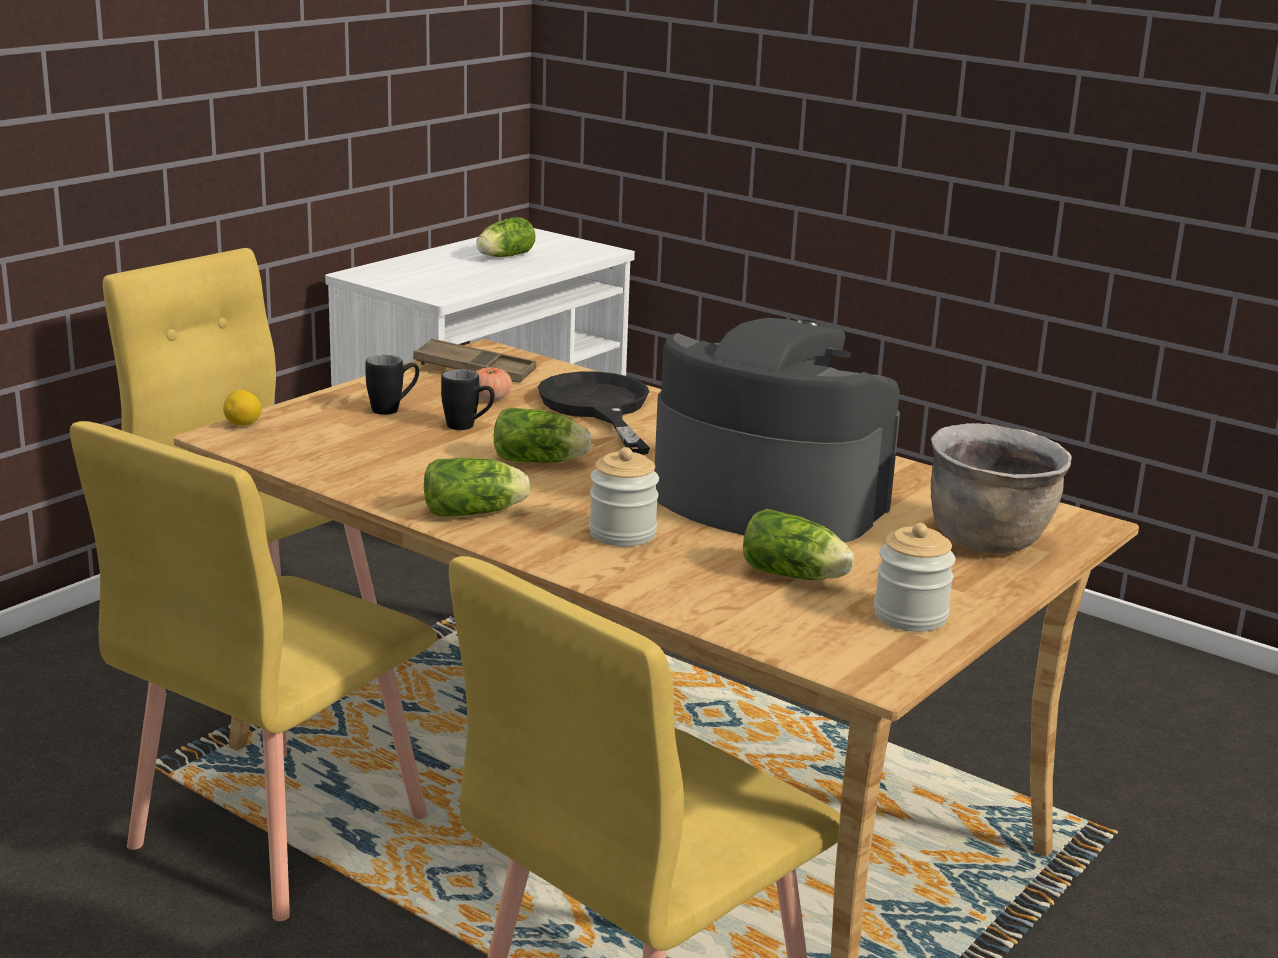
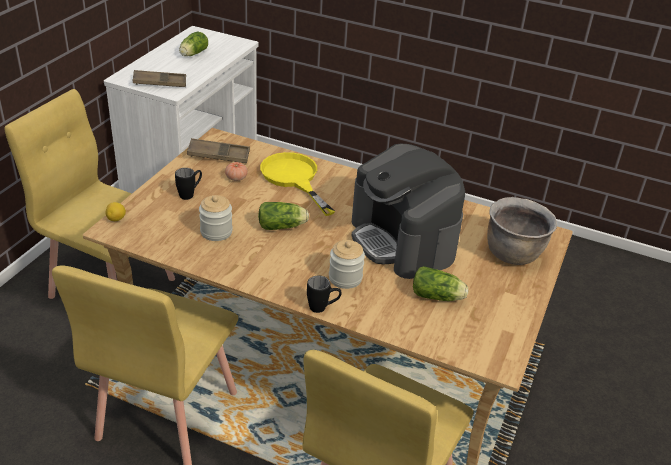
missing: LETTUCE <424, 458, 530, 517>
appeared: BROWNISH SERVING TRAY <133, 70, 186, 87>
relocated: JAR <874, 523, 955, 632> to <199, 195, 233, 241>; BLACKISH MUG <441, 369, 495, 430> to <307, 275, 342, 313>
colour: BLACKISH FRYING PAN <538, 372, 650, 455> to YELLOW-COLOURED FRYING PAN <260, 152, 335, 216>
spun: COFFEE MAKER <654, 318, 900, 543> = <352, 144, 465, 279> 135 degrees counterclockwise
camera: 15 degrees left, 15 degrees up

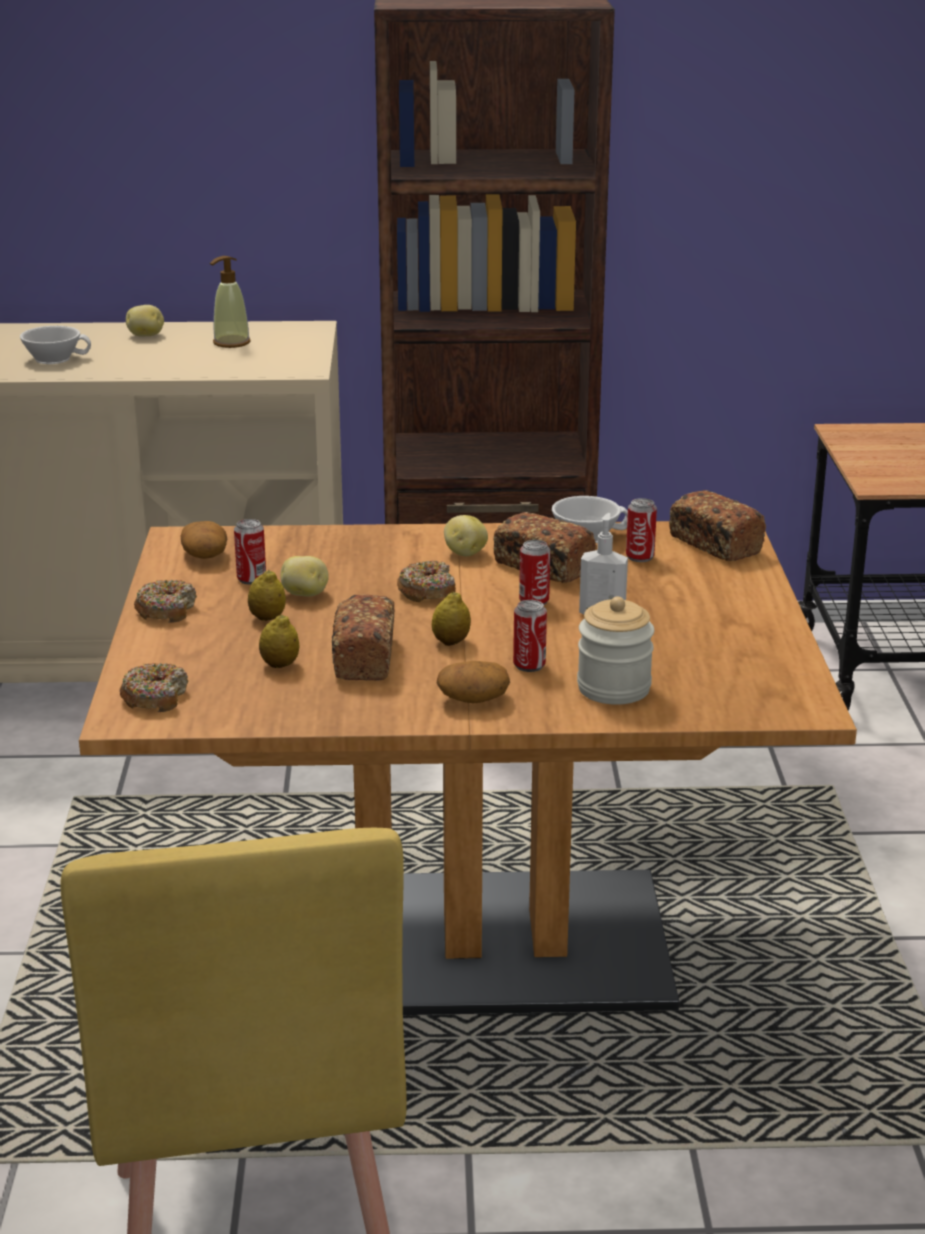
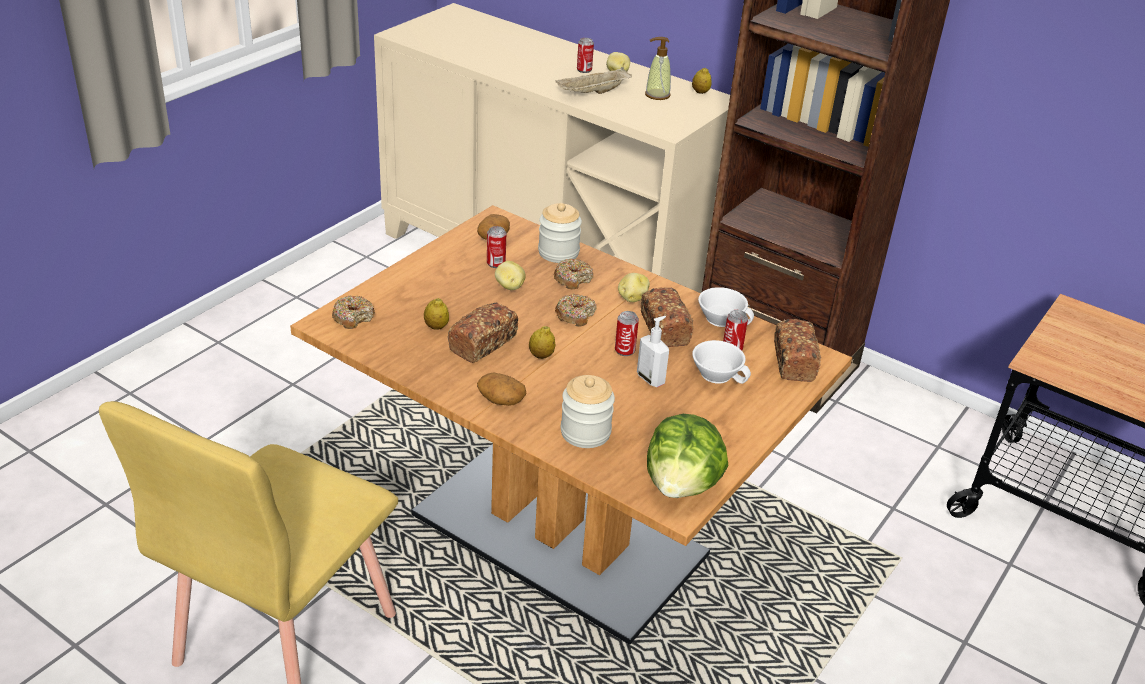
appeared: JAR <538, 203, 582, 263>; SAND-COLOURED SERVING TRAY <555, 67, 632, 94>; LETTUCE <647, 414, 728, 498>
relocated: DOUGHNUT <134, 580, 197, 623> to <554, 259, 593, 289>; CAN <513, 600, 547, 672> to <577, 38, 594, 73>; LEMON <248, 570, 286, 621> to <692, 67, 712, 94>; WHITE-COLOURED DRINKING CUP <20, 326, 91, 364> to <692, 340, 751, 384>
camera: 35 degrees right, 10 degrees up

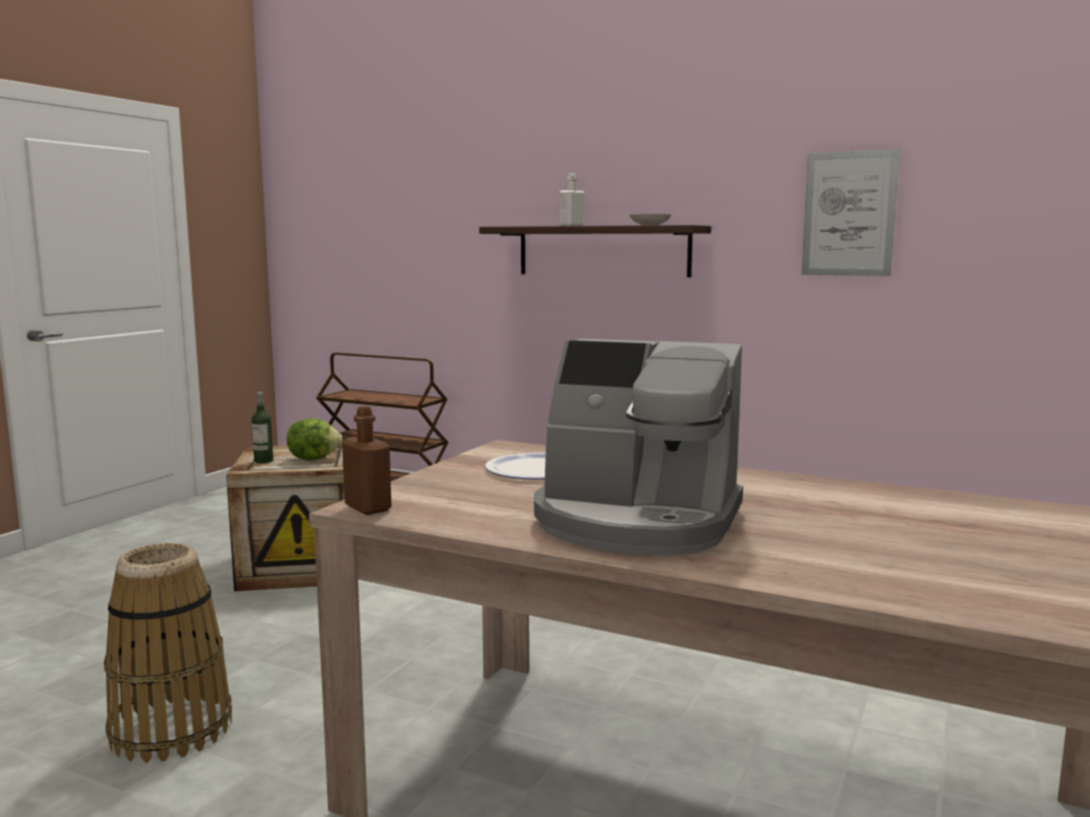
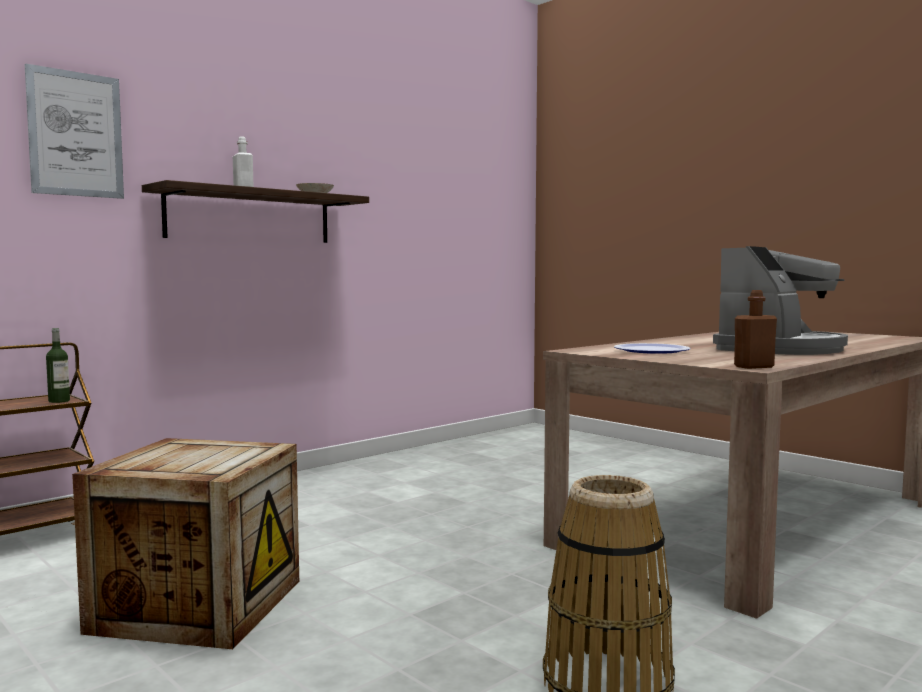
missing: LETTUCE <287, 418, 343, 460>
relocated: PICTURE <802, 149, 900, 276> to <25, 63, 124, 199>; BEVERAGE BOTTLE <252, 392, 273, 464> to <46, 328, 70, 403>
camera: 70 degrees left, 5 degrees down

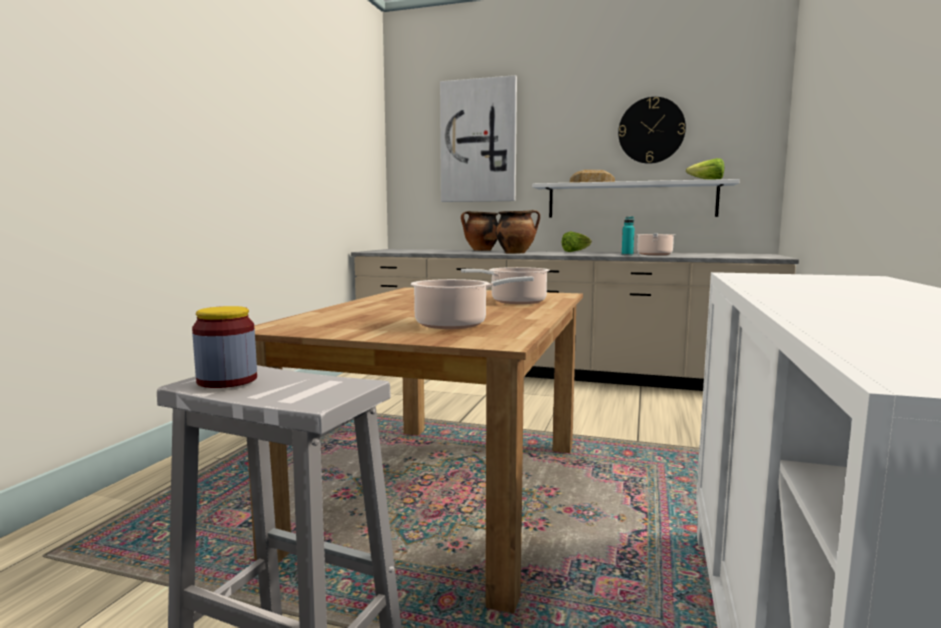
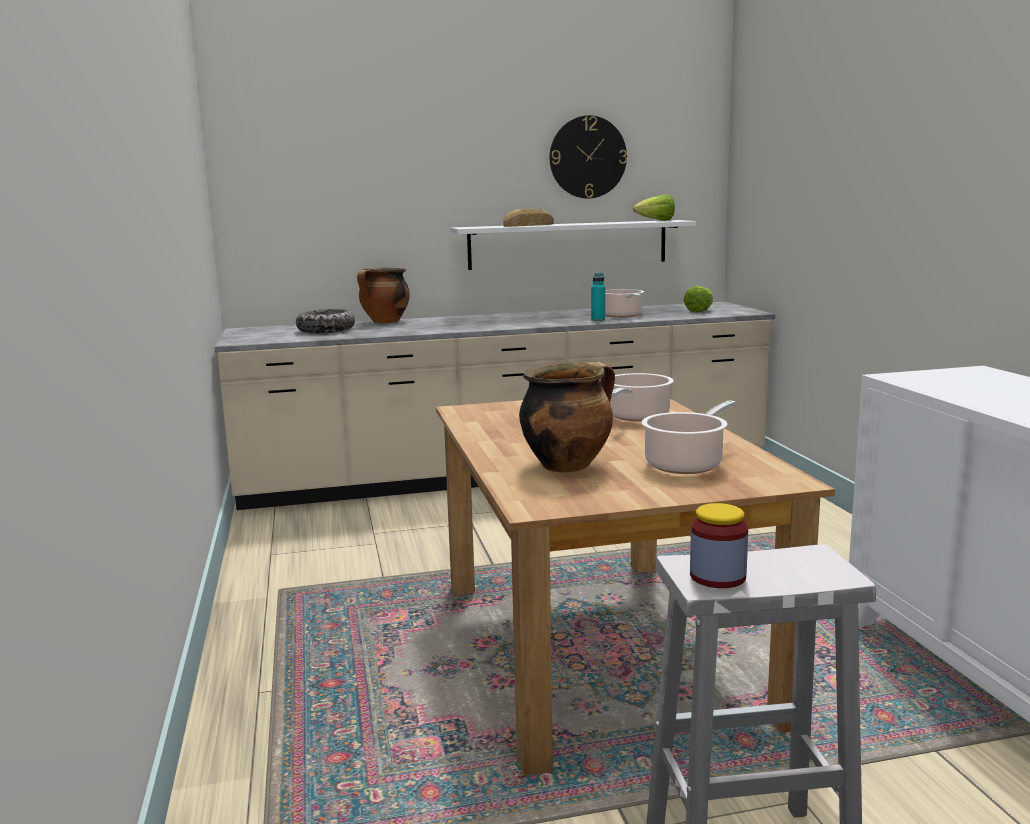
missing: PICTURE <440, 75, 517, 202>
appeared: SERVING BOWL <296, 309, 355, 333>
relocated: SAUCEPOT <496, 210, 540, 254> to <519, 362, 615, 472>; LETTUCE <561, 231, 592, 252> to <683, 286, 713, 312>
camera: 30 degrees left, 5 degrees up

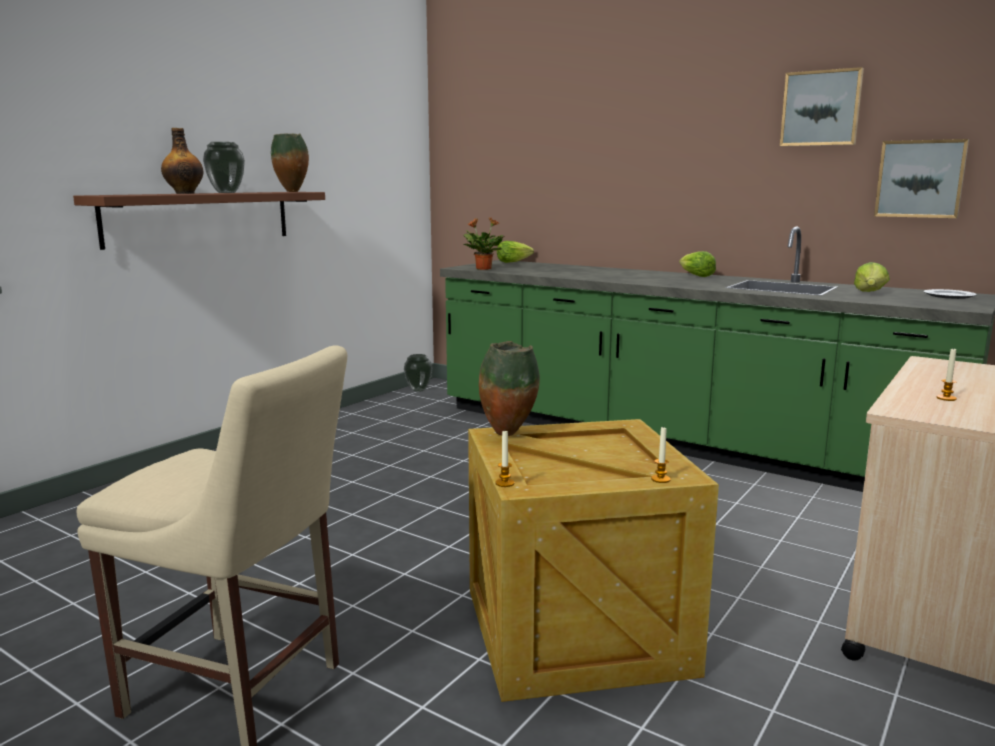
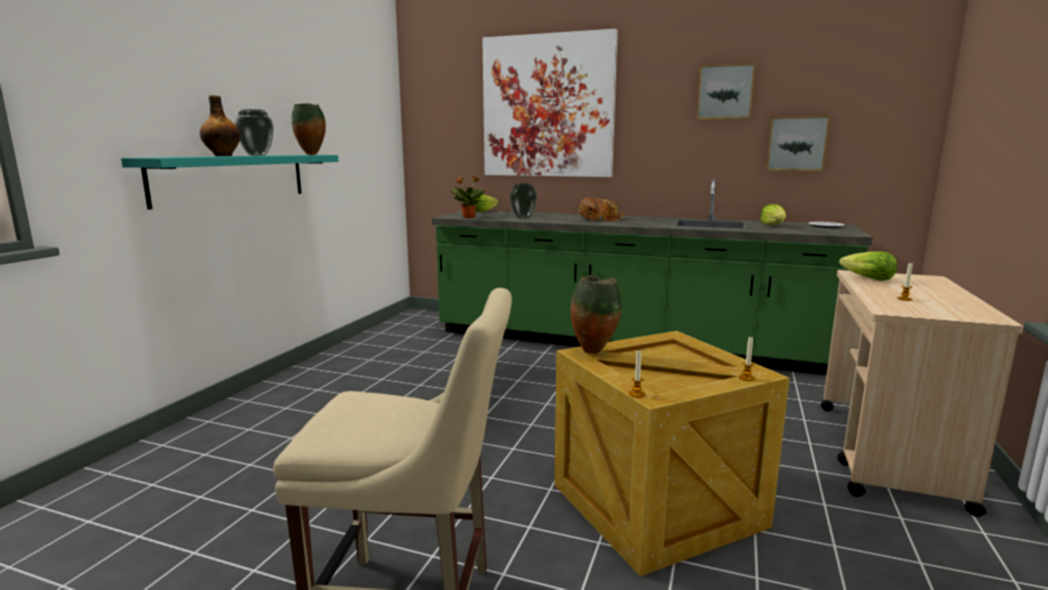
appeared: PICTURE <482, 29, 618, 177>; BREAD <579, 197, 624, 221>
relocated: VASE <404, 354, 432, 392> to <510, 183, 537, 219>; LETTUCE <679, 251, 716, 277> to <839, 251, 897, 281>
colour: BROWNISH BRACKET SHELF <73, 192, 325, 250> to BLUE-GREEN BRACKET SHELF <121, 155, 338, 210>
camera: 15 degrees left, 0 degrees up

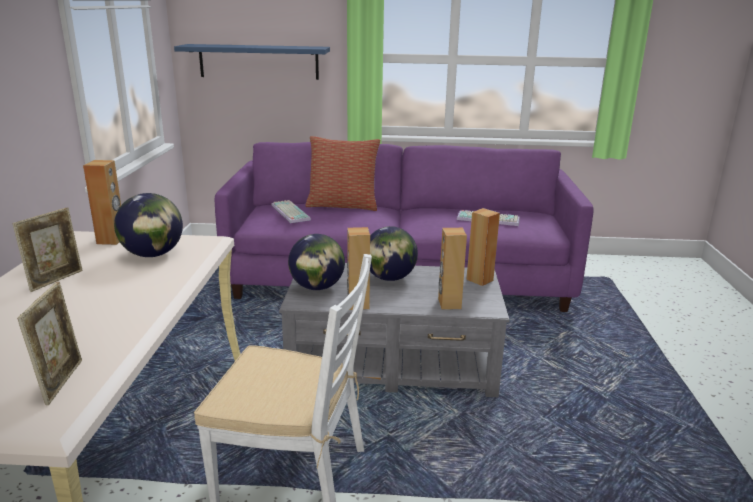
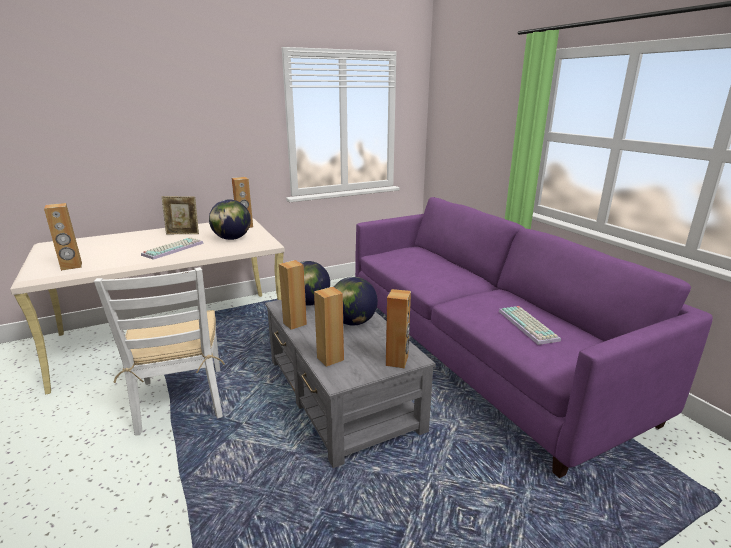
missing: BLUISH BRACKET SHELF <174, 44, 330, 80>; CUSHION <305, 136, 380, 211>
relocated: COMPUTER KEYBOARD <271, 200, 311, 223> to <141, 237, 204, 260>
exchanged: PHOTO FRAME <17, 282, 82, 405> to BROWNISH AUDIO SPEAKER <44, 203, 82, 271>
camera: 60 degrees right, 0 degrees up

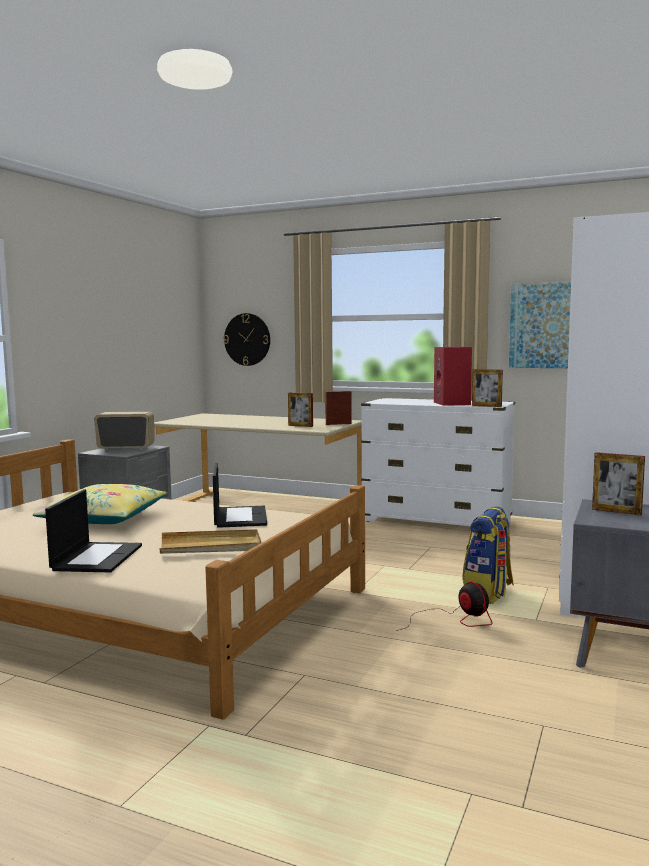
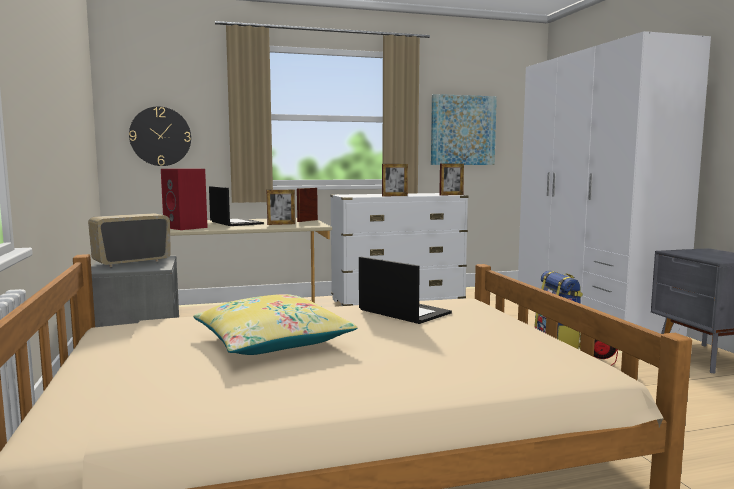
missing: SAND-COLOURED SERVING TRAY <159, 529, 261, 554>
relocated: RED-COLOURED AUDIO SPEAKER <434, 347, 472, 406> to <161, 168, 208, 230>; LAPTOP <45, 489, 142, 573> to <209, 186, 264, 226>; PHOTO FRAME <592, 452, 645, 515> to <382, 164, 408, 196>
camera: 40 degrees left, 0 degrees up

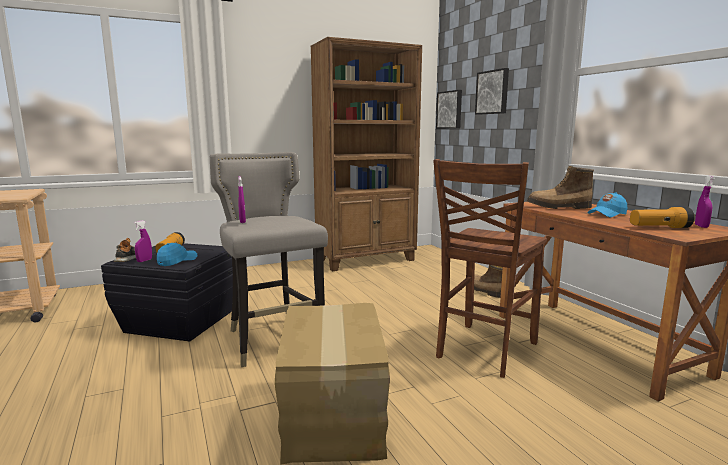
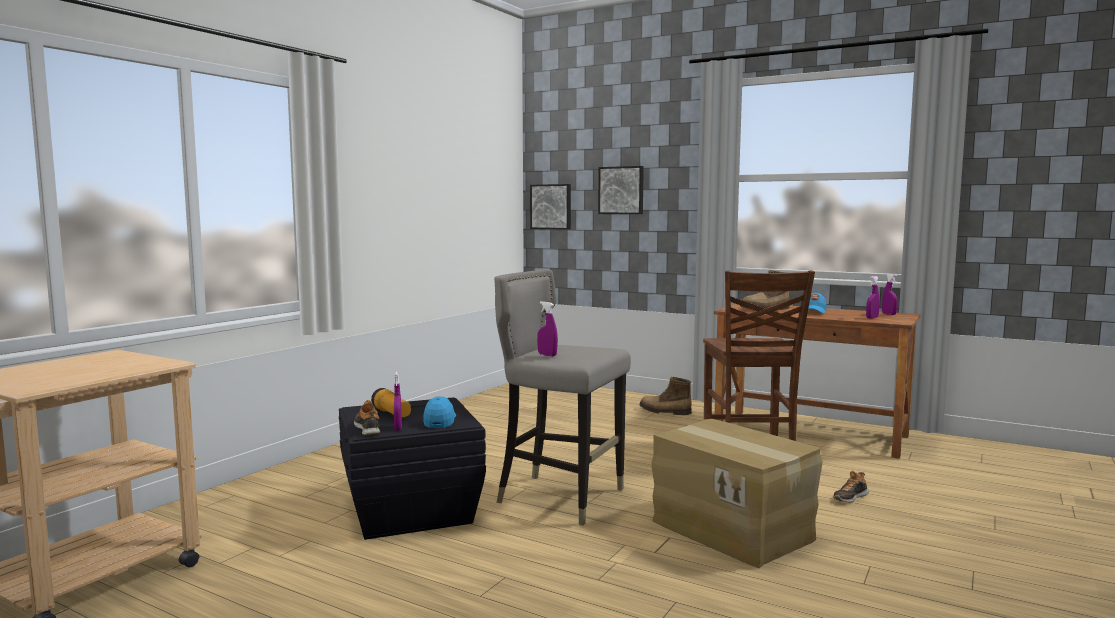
missing: BROWNISH SHELVING UNIT <310, 37, 422, 271>
appeared: SHOE <833, 471, 869, 502>
exchanged: TORCH <630, 207, 695, 228> to PURPLE SPRAY BOTTLE <866, 276, 880, 319>
camera: 35 degrees left, 5 degrees down

